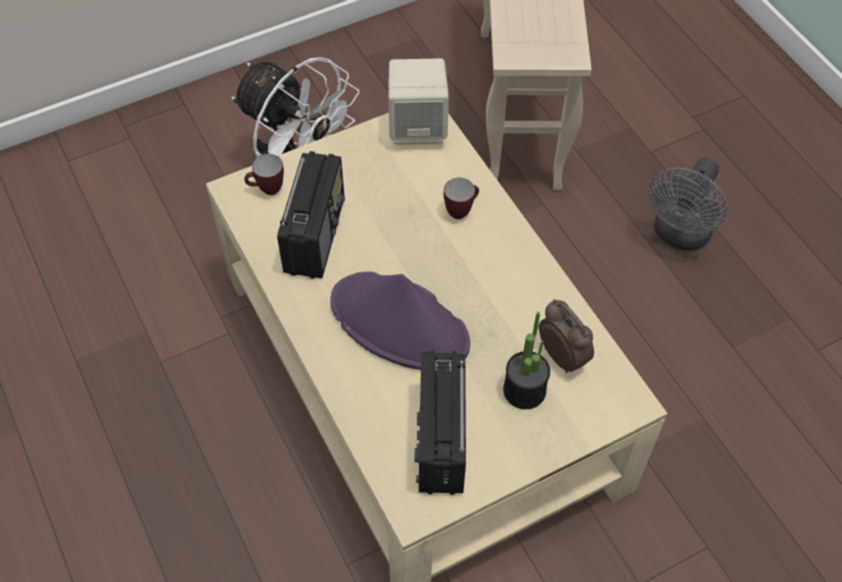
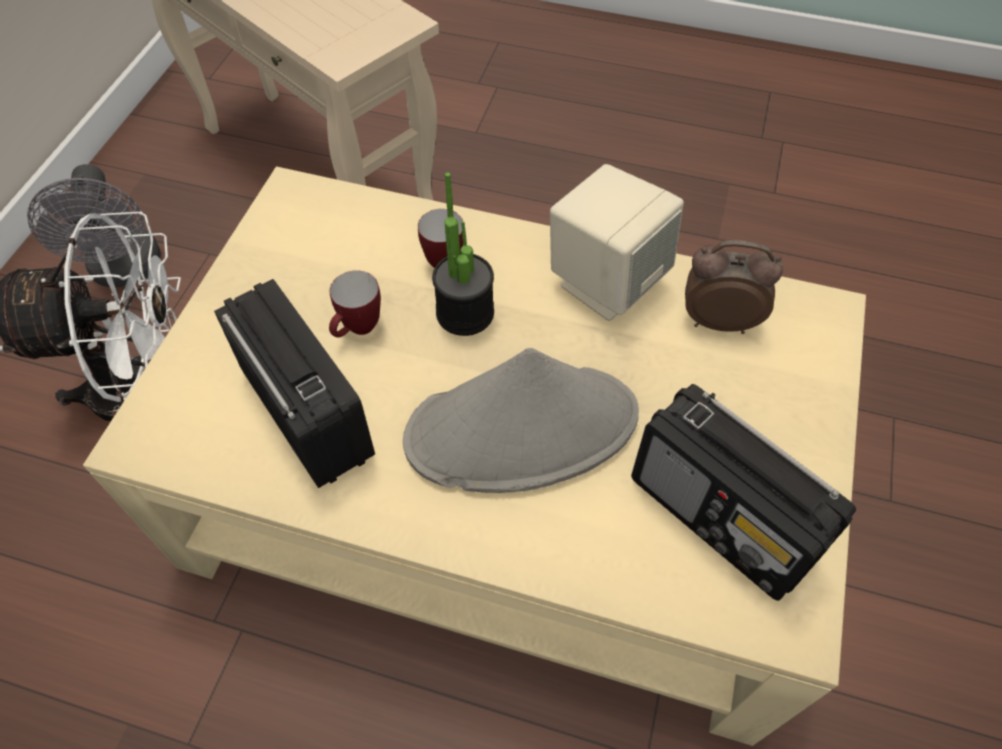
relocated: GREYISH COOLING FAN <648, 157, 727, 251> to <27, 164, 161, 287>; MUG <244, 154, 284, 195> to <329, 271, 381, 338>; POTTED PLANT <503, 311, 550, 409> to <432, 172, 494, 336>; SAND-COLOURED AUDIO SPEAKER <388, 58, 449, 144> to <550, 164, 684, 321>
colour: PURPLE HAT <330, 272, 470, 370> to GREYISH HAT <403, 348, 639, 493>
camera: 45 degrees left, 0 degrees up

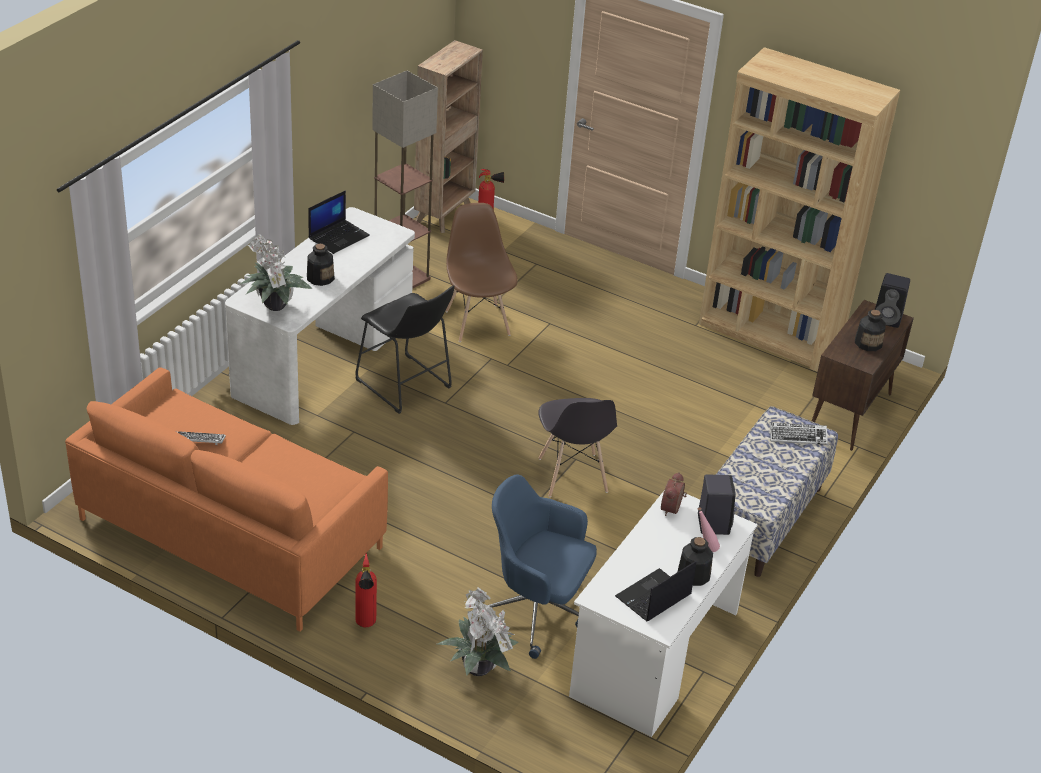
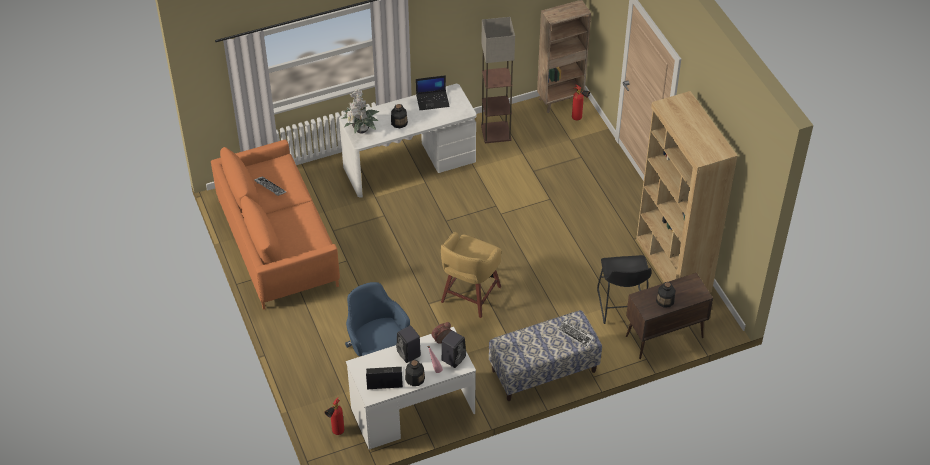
missing: POTTED PLANT <437, 587, 519, 676>; BROWNISH PLAIN CHAIR <446, 203, 518, 342>
relocated: FIRE EXTINGUISHER <355, 553, 377, 627> to <324, 397, 344, 435>; BLACKISH AUDIO SPEAKER <875, 273, 910, 328> to <396, 326, 421, 363>; BLACKISH STOOL SEAT <355, 285, 455, 414> to <597, 255, 652, 324>
exchanged: GREYISH PLAIN CHAIR <538, 398, 617, 497> to YELLOW-COLOURED STOOL SEAT <441, 232, 502, 318>
camera: 40 degrees right, 10 degrees up

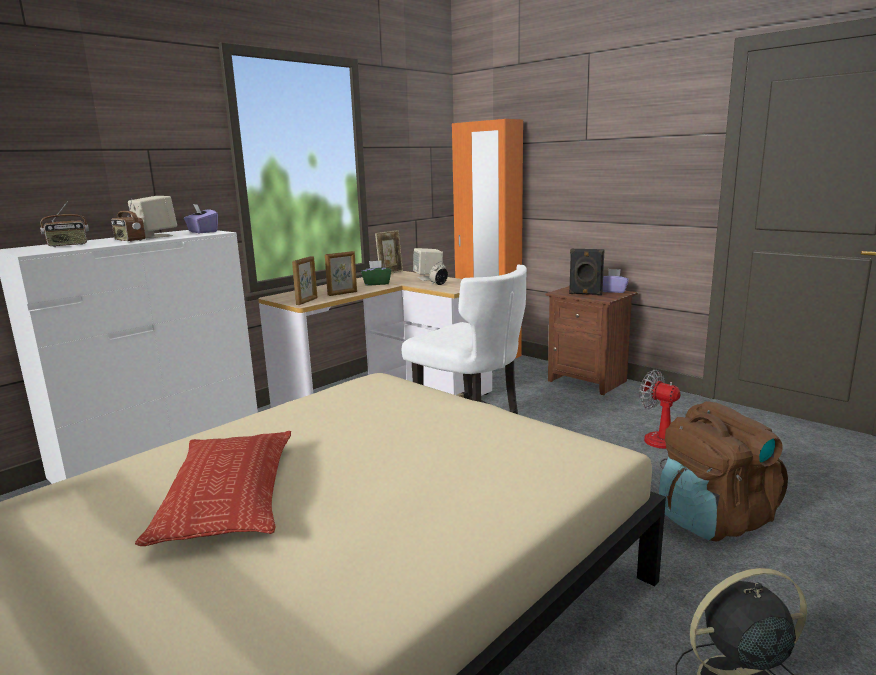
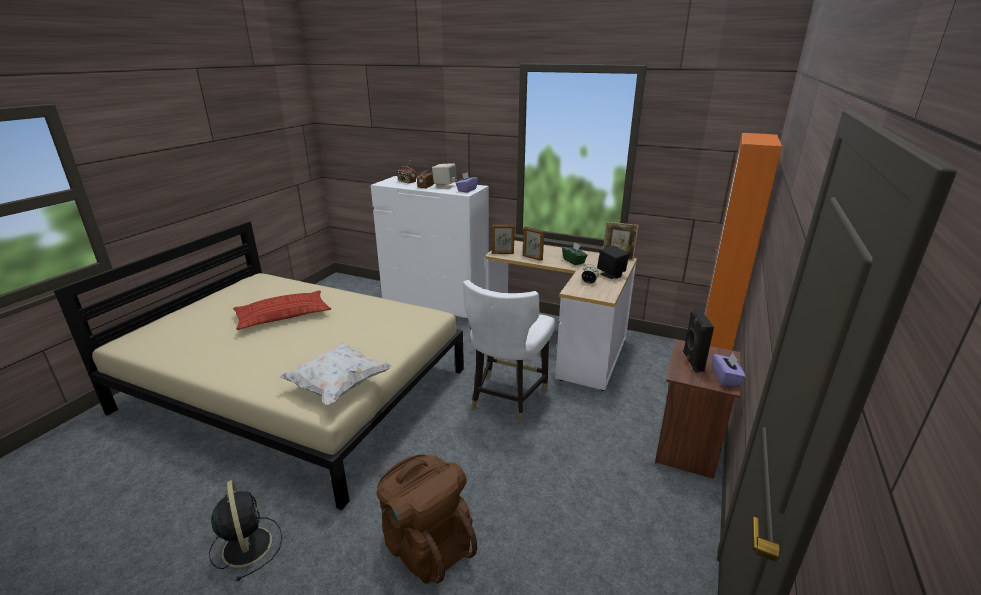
missing: COOLING FAN <639, 370, 681, 469>
appeared: WHITE-COLOURED CUSHION <279, 343, 392, 405>
colour: SAND-COLOURED AUDIO SPEAKER <413, 248, 443, 281> to BLACKISH AUDIO SPEAKER <597, 246, 629, 279>
camera: 70 degrees right, 10 degrees up

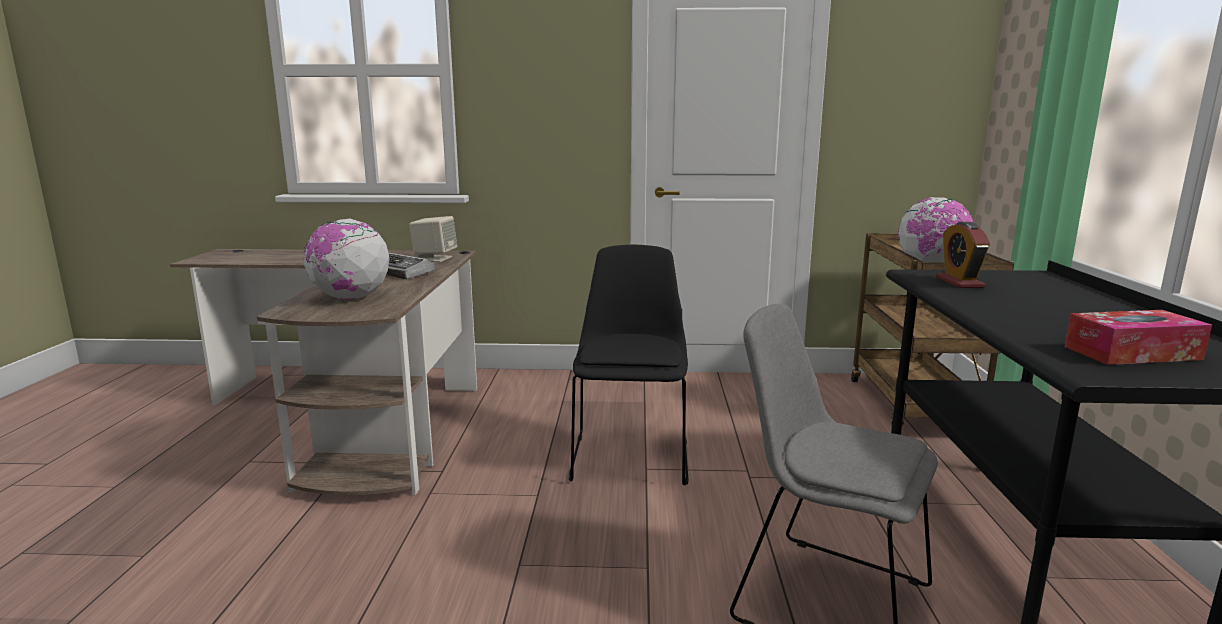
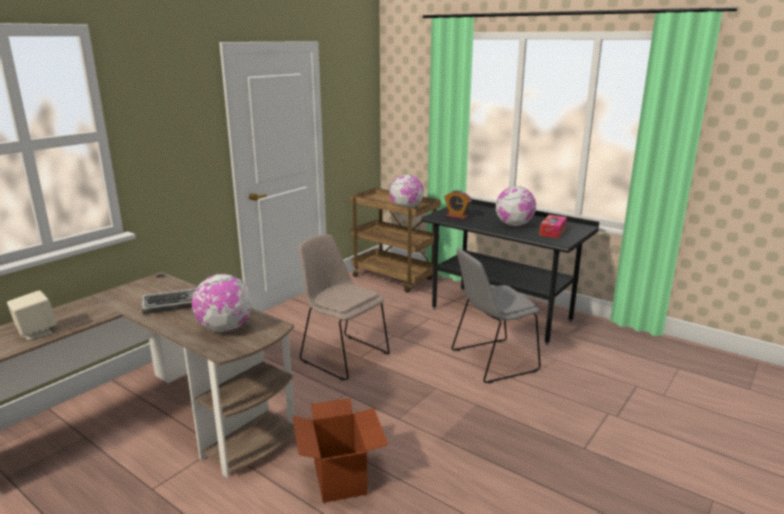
appeared: CARDBOARD BOX <292, 398, 388, 503>; DESK GLOBE <496, 186, 536, 226>
relocated: SAND-COLOURED AUDIO SPEAKER <409, 216, 457, 262> to <7, 290, 57, 340>
colour: BLACKISH PLAIN CHAIR <568, 245, 689, 485> to SAND-COLOURED PLAIN CHAIR <299, 235, 390, 381>
camera: 55 degrees left, 5 degrees up

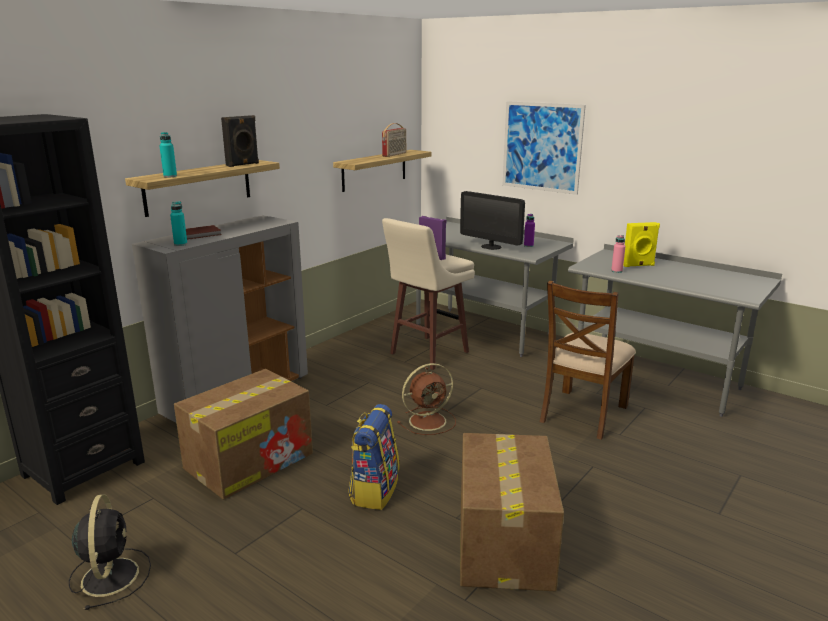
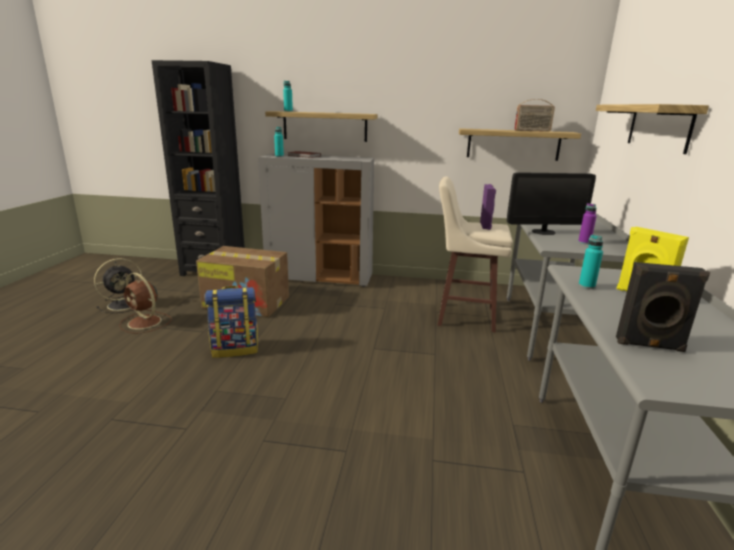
missing: CARDBOARD BOX <460, 433, 564, 591>; BROWNISH PLAIN CHAIR <540, 280, 636, 440>
relocated: BROWNISH COOLING FAN <397, 363, 456, 435> to <119, 273, 171, 333>; BLACKISH AUDIO SPEAKER <221, 115, 259, 167> to <616, 262, 710, 352>
exchanged: PICTURE <503, 101, 586, 195> to BRACKET SHELF <596, 104, 709, 154>
colour: PINK-COLOURED BEVERAGE BOTTLE <611, 235, 626, 273> to BLUE-GREEN BEVERAGE BOTTLE <579, 235, 603, 289>
spun: COMPUTER DISPLAY <460, 191, 525, 250> = <507, 172, 596, 235> 105 degrees counterclockwise
camera: 60 degrees right, 0 degrees up

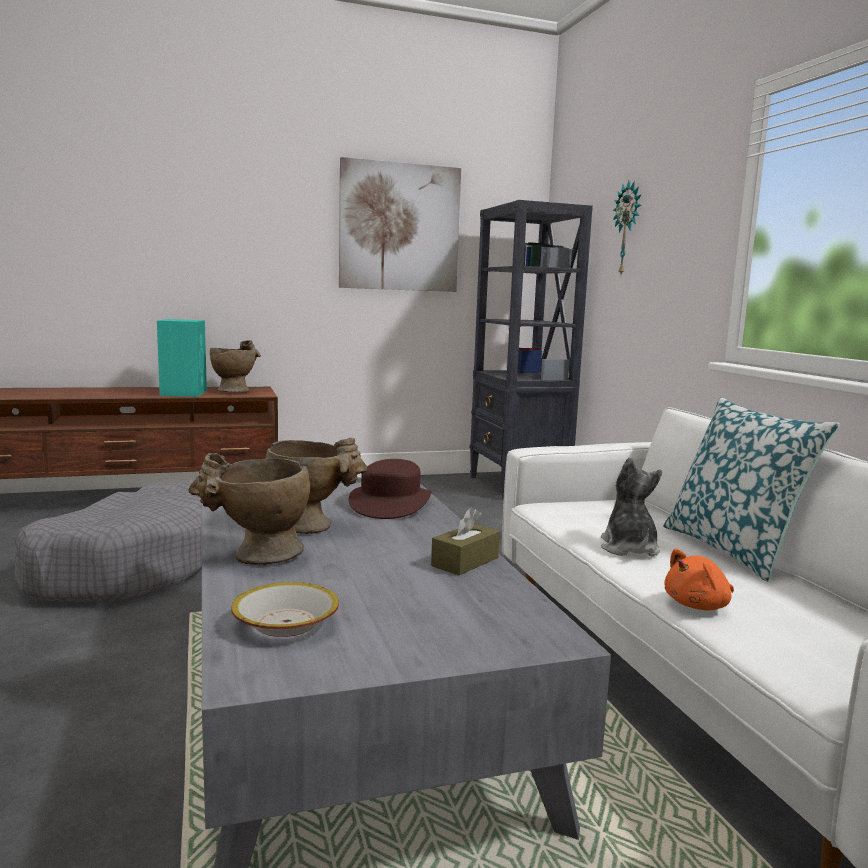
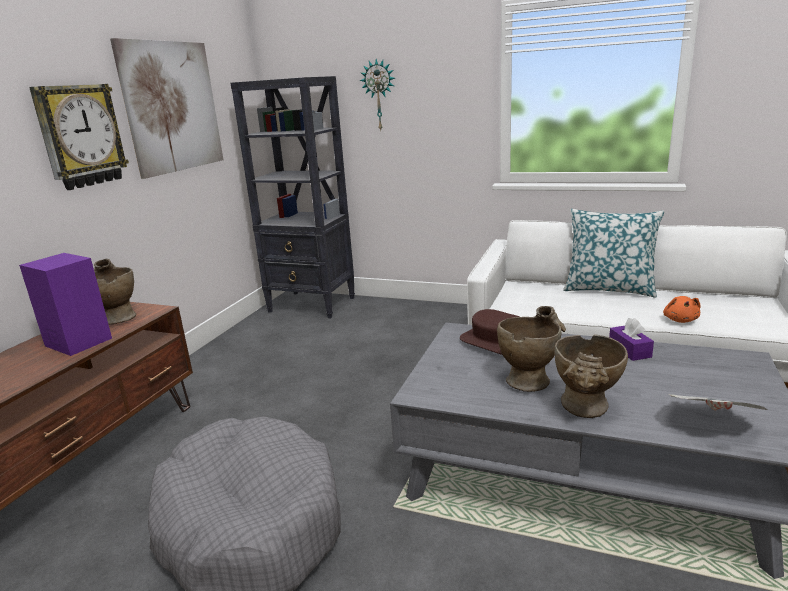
missing: SOFT TOY <601, 457, 662, 556>
appeared: WALL CLOCK <29, 84, 129, 190>
exchanged: SERVING BOWL <231, 582, 339, 637> to NEWSPAPER <669, 394, 768, 411>
colour: BLUE-GREEN AUDIO SPEAKER <157, 319, 207, 397> to PURPLE AUDIO SPEAKER <19, 253, 112, 356>; BROWNISH BOX OF TISSUES <431, 507, 500, 575> to PURPLE BOX OF TISSUES <609, 318, 654, 361>
camera: 50 degrees left, 10 degrees up

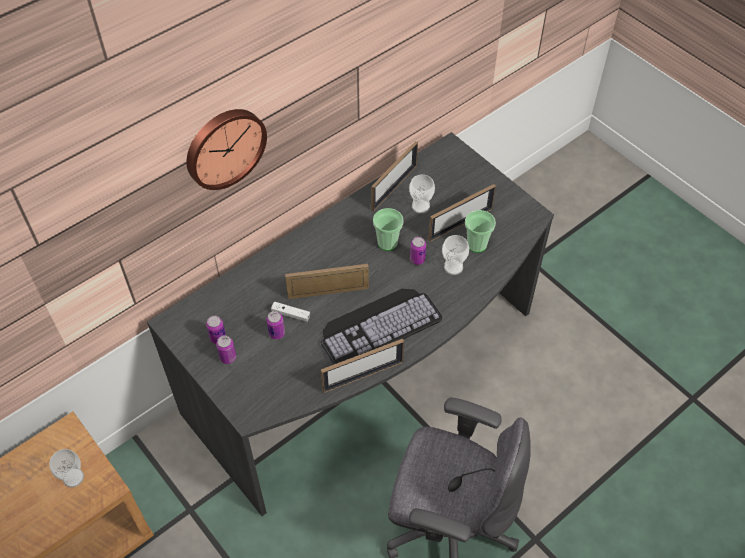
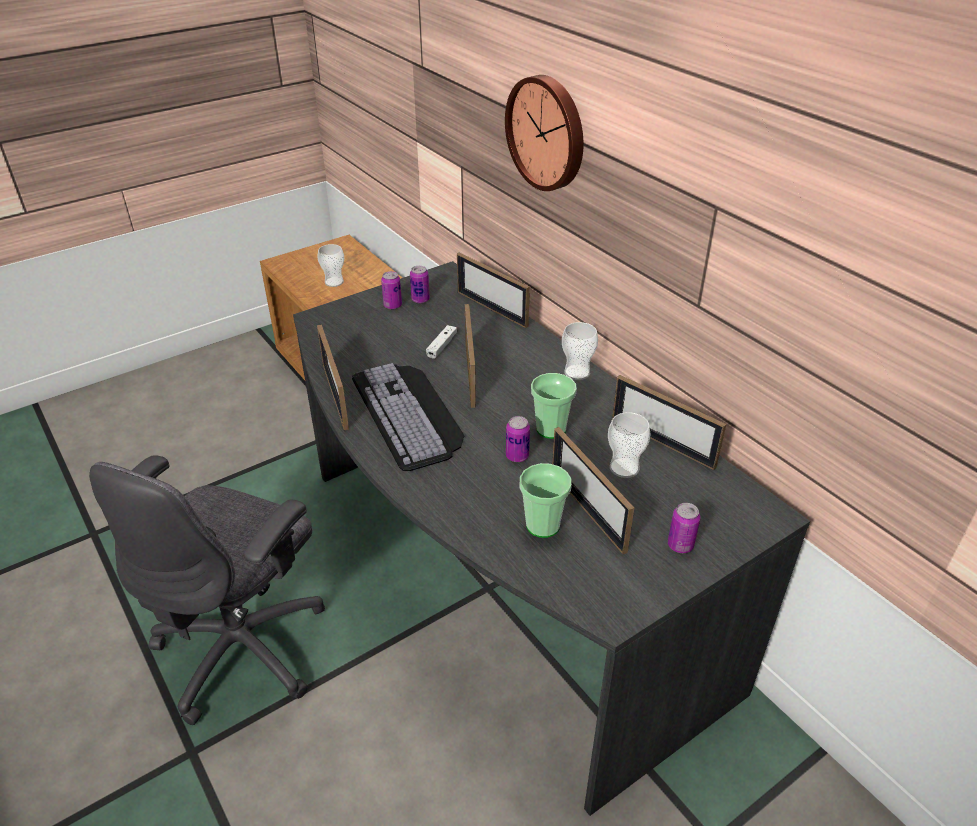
appeared: PHOTO FRAME <457, 252, 530, 328>
relocated: DRINKING CUP <442, 235, 469, 275> to <562, 322, 598, 380>; CAN <266, 311, 285, 340> to <668, 503, 701, 553>
camera: 95 degrees right, 15 degrees down

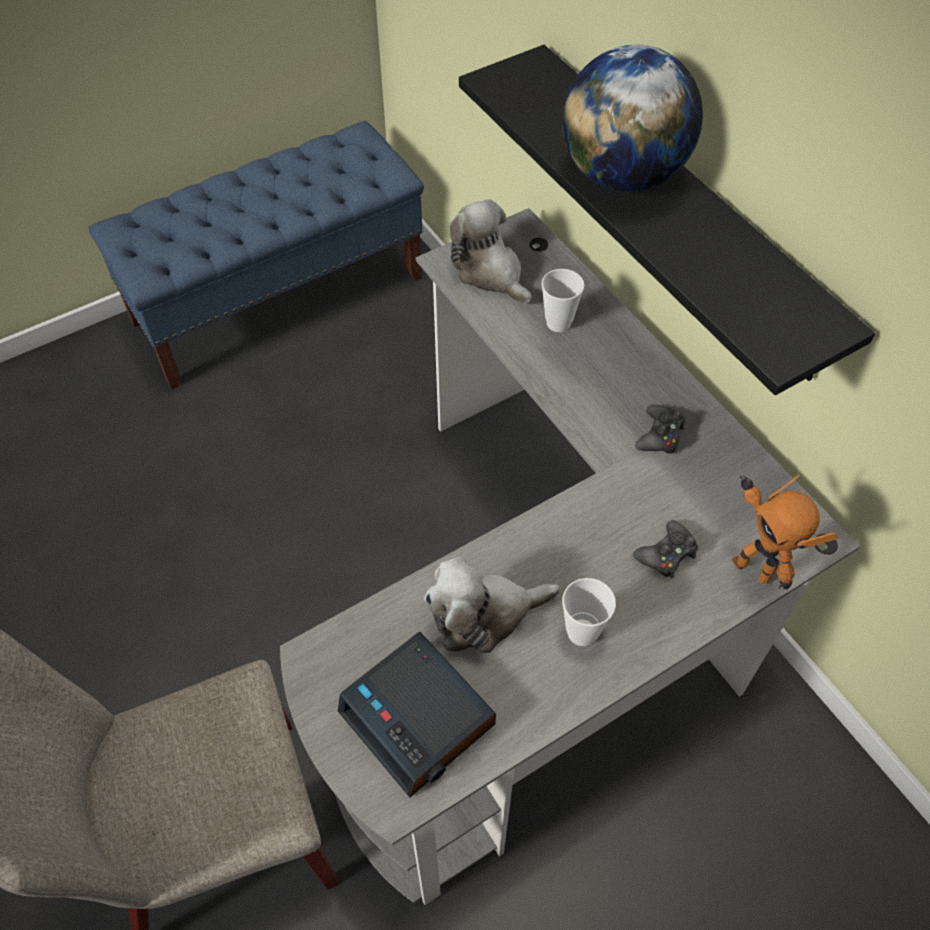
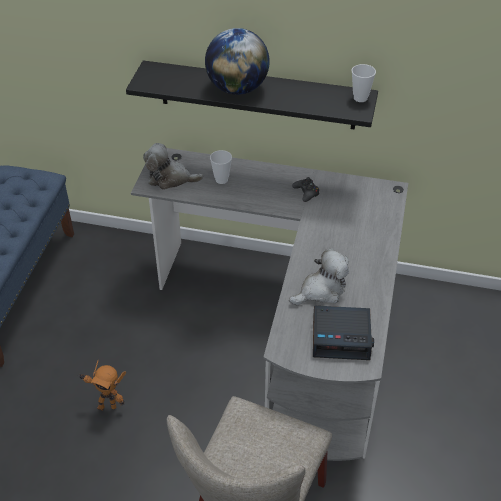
missing: BLACKISH GAMEPAD <633, 520, 698, 578>
relocated: MODEL ROBOT <732, 474, 838, 591> to <78, 360, 126, 411>; DRINKING CUP <562, 578, 616, 646> to <352, 64, 376, 102>
spun: SOFT TOY <424, 557, 560, 653> = <289, 248, 349, 305> 150 degrees counterclockwise
camera: 45 degrees left, 10 degrees down

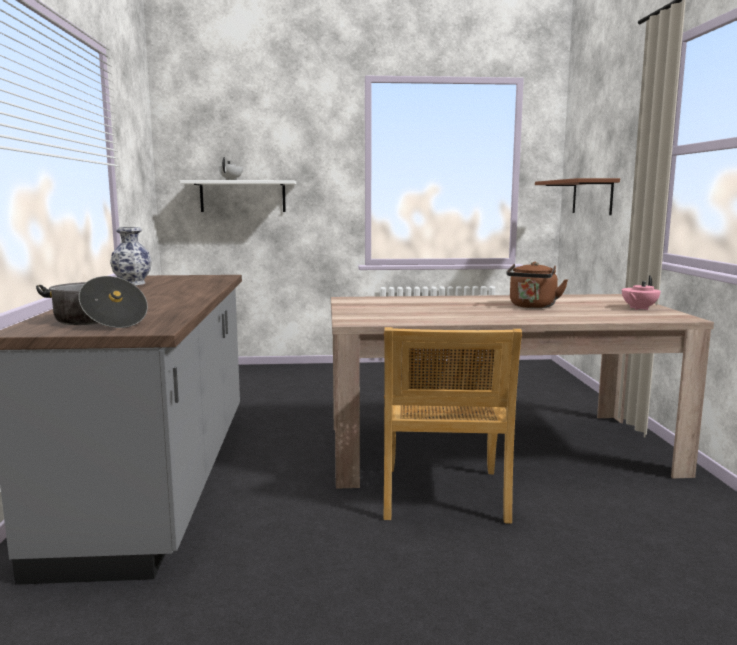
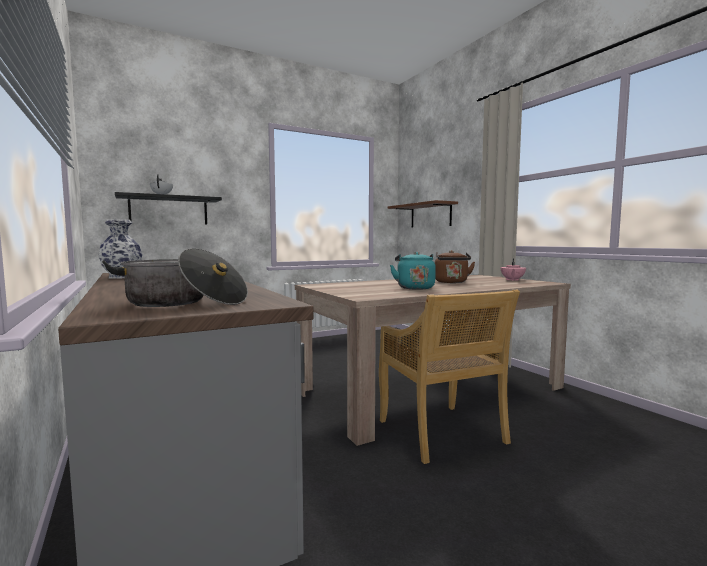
appeared: BLUE-GREEN KETTLE <390, 252, 436, 290>
colour: WHITE-COLOURED BRACKET SHELF <180, 180, 296, 212> to BLACKISH BRACKET SHELF <115, 192, 222, 224>
camera: 25 degrees left, 5 degrees down

